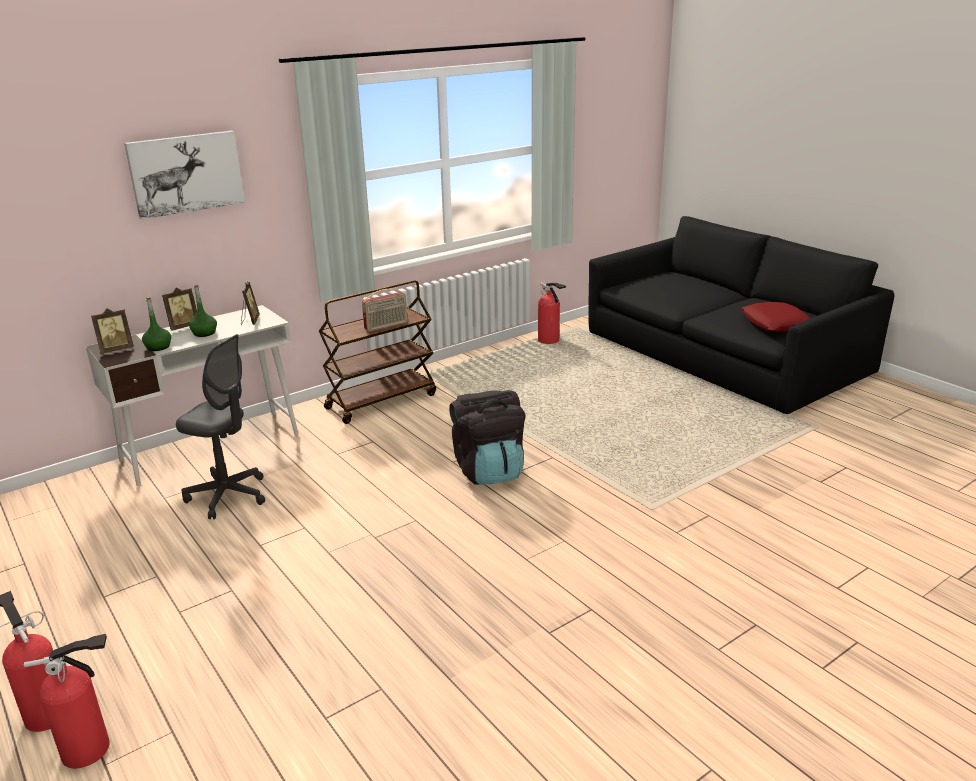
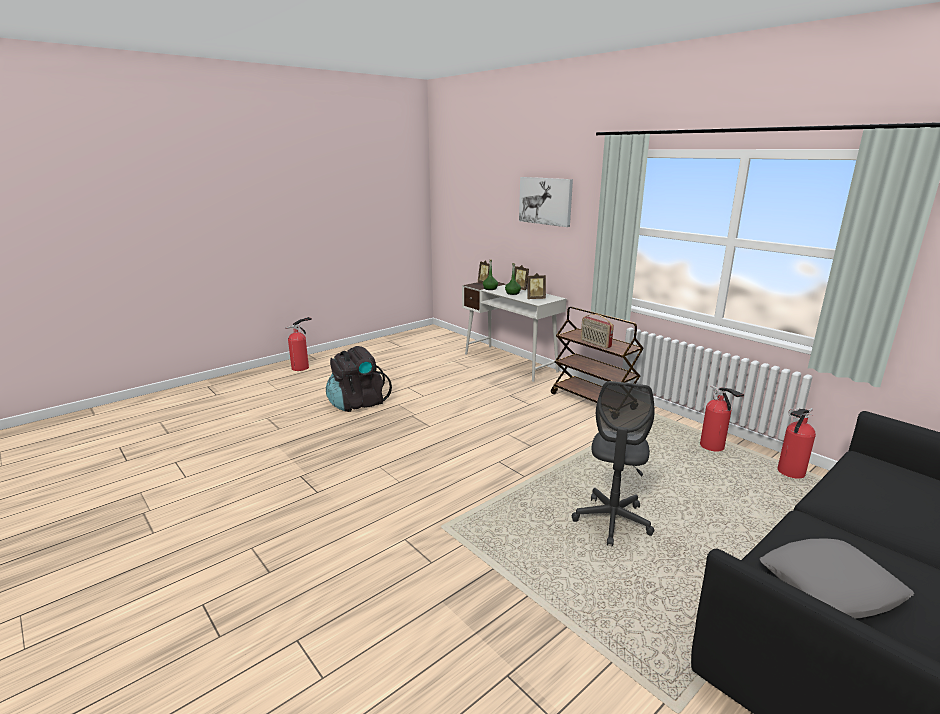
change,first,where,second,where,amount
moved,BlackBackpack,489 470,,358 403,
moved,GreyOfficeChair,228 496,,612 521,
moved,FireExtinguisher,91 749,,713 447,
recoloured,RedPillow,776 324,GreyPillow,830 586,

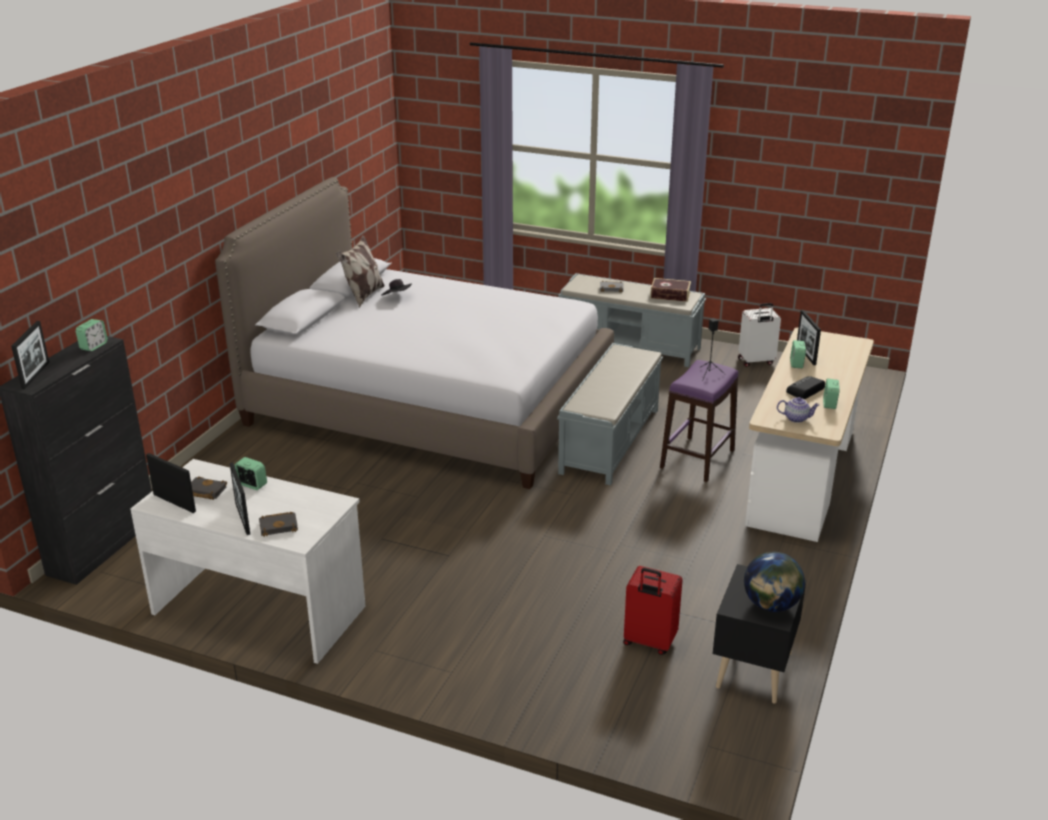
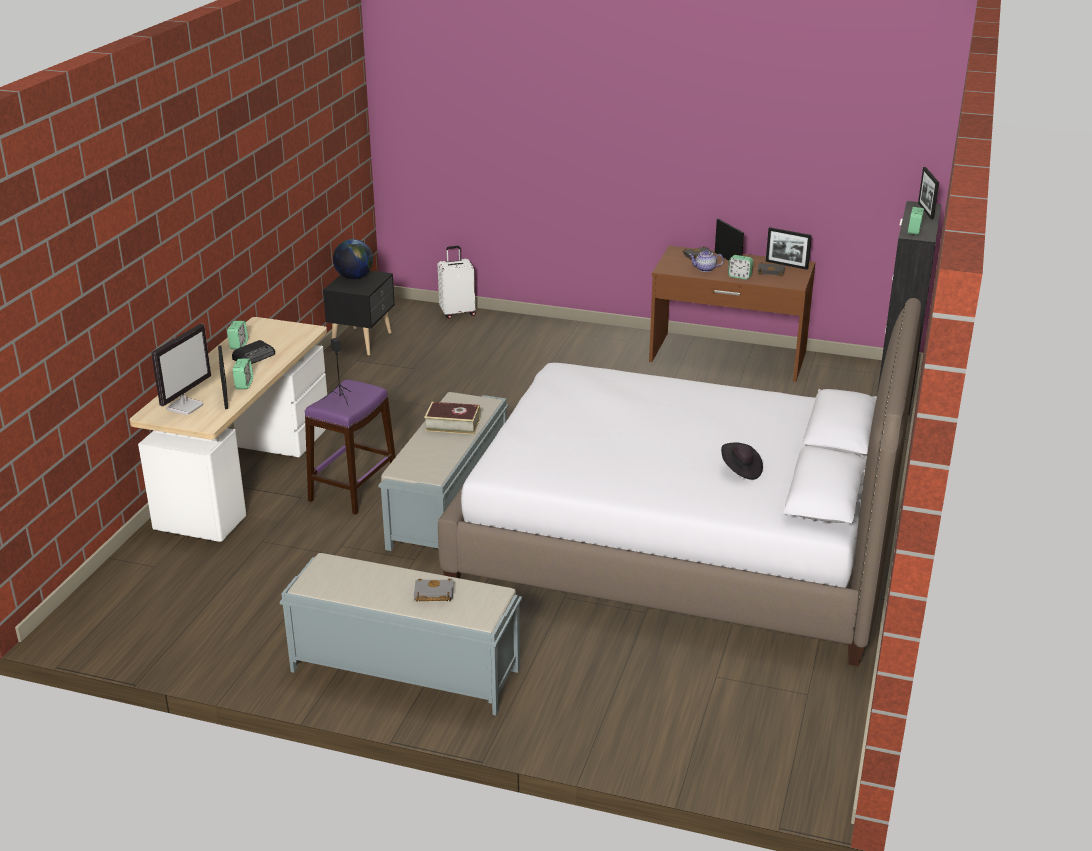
change,first,where,second,where,amount
added,,,Monitor,185 406,
moved,Book,670 295,,453 424,
moved,WhiteSuitcase,756 361,,457 313,
recoloured,WhiteDesk,260 609,BrownDesk,727 357,
moved,Teapot,796 418,,705 269,
removed,Pillow,363 296,,,
removed,RedSuitcase,649 642,,,

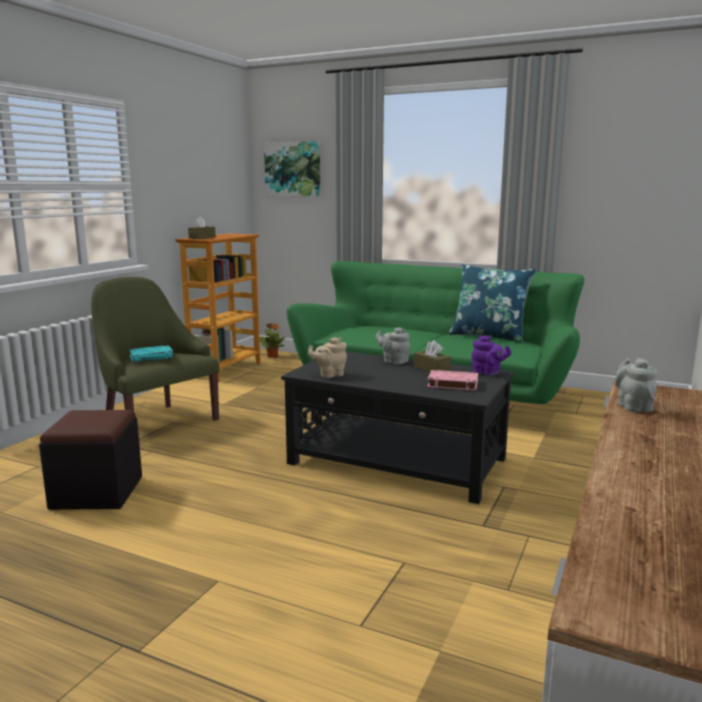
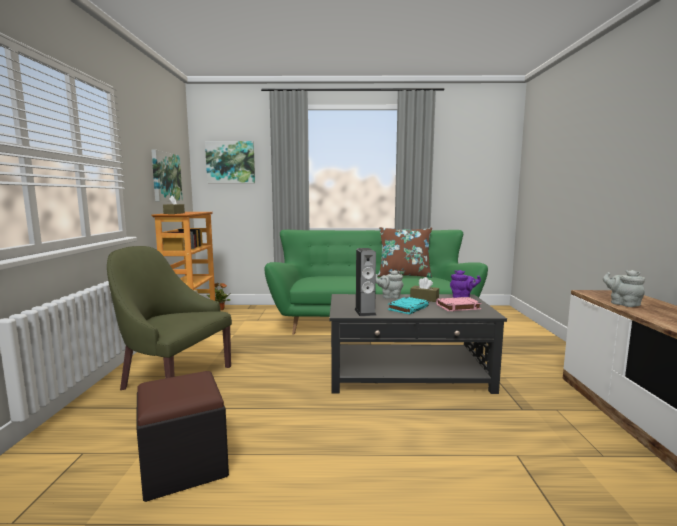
change,first,where,second,where,amount
added,,,Picture,165 177,
replaced,BeigeTeapot,329 375,Speaker,365 312,
recoloured,BluePillow,489 336,BrownPillow,404 275,
moved,TurquoiseBook,152 357,,408 308,

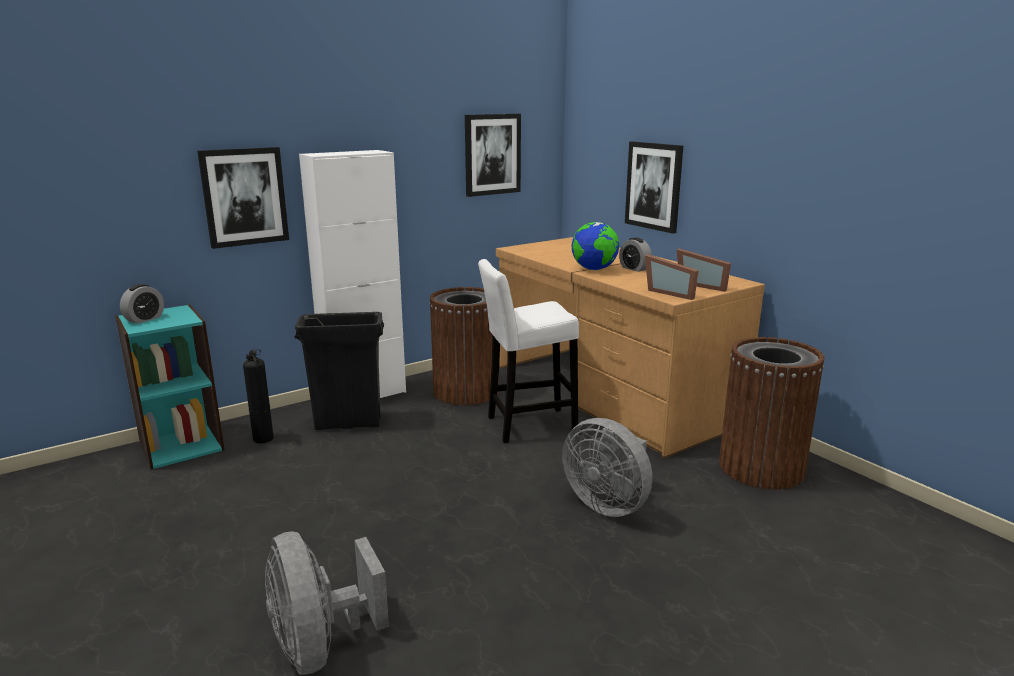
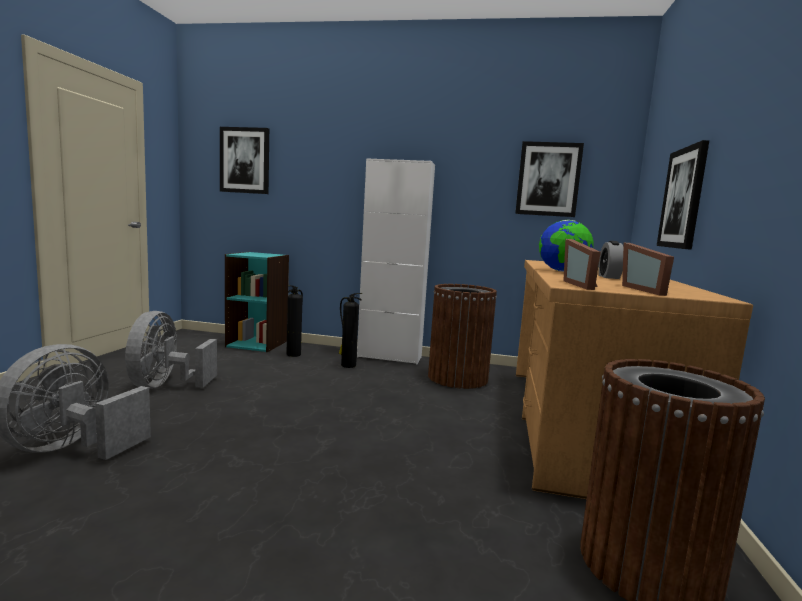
change,first,where,second,where,amount
moved,GreyFan,608 504,,165 386,
moved,Picture,244 197,,245 160,
replaced,BlackTrashCan,349 424,FireExtinguisher,347 365,
removed,AlarmClock,144 319,,,
removed,WhiteStool,526 425,,,

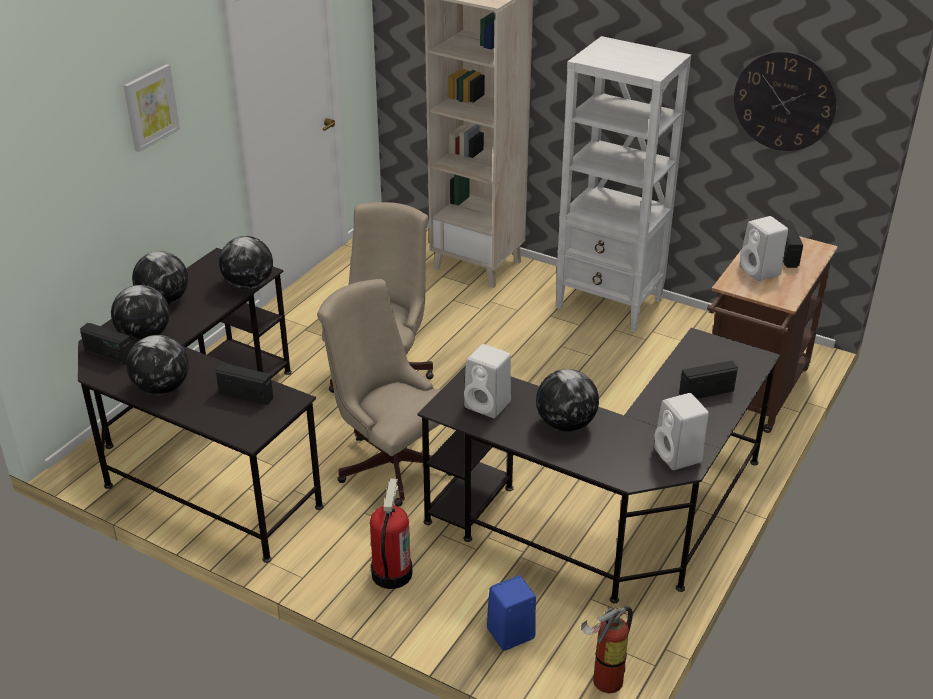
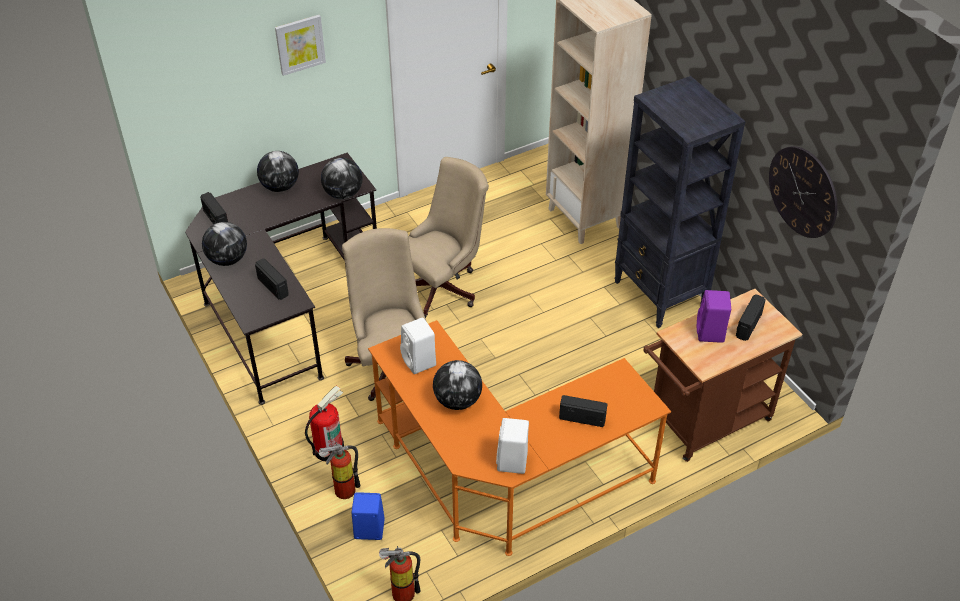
change,first,where,second,where,amount
added,,,FireExtinguisher,341 489,
recoloured,BlackDesk,609 518,OrangeDesk,505 476,
recoloured,WhiteBookcase,610 304,BlackBookcase,660 295,
recoloured,WhiteSpeaker,761 272,PurpleSpeaker,710 333,
removed,Globe,144 336,,,

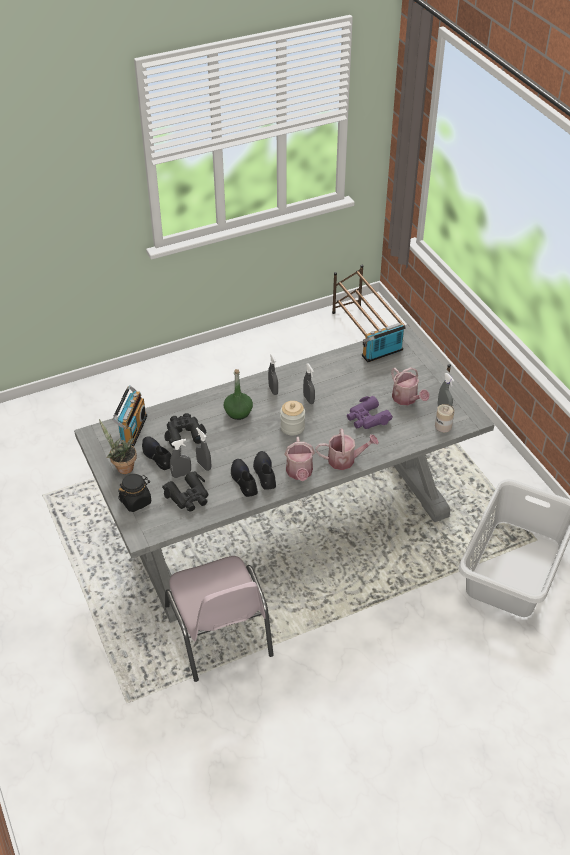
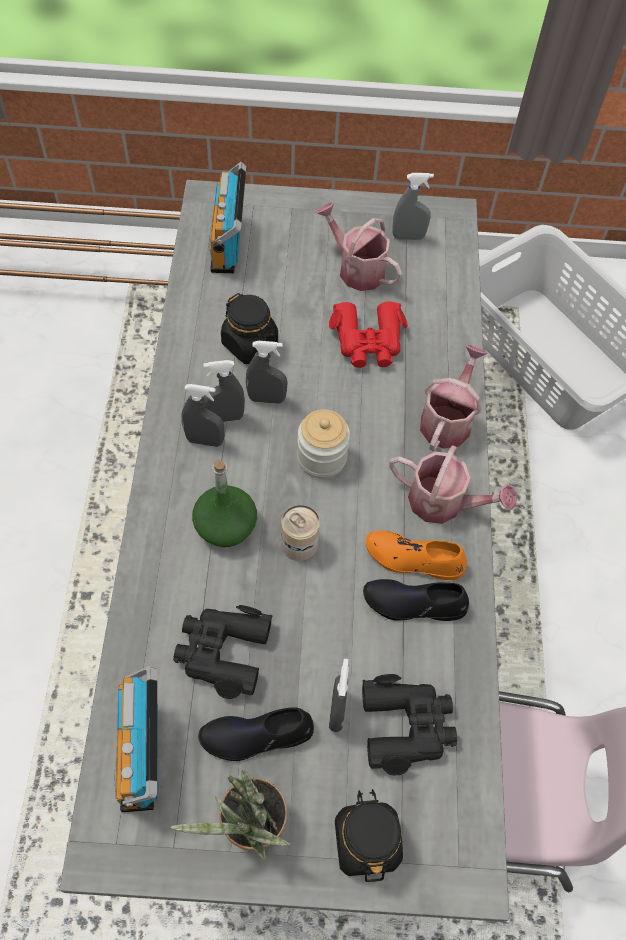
change,first,where,second,where,amount
turned,Radio,132 429,,144 753,135 degrees counterclockwise
moved,GreySprayBottle,204 465,,225 417,
added,,,BlackJar,250 344,
moved,Can,443 426,,299 544,
turned,WateringCan,407 399,,356 269,135 degrees counterclockwise
recoloured,PurpleBinoculars,367 418,RedBinoculars,368 341,
recoloured,BlackShoe,264 473,OrangeShoe,414 559,

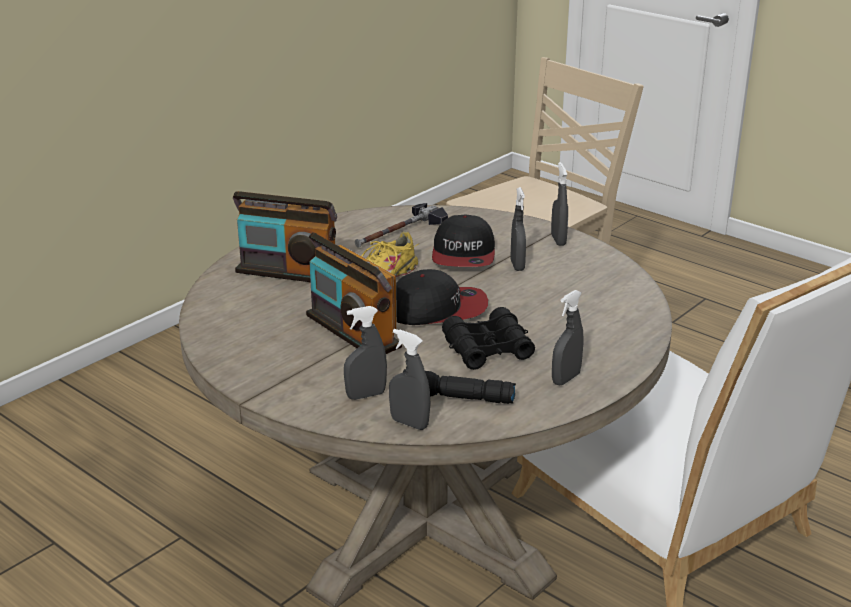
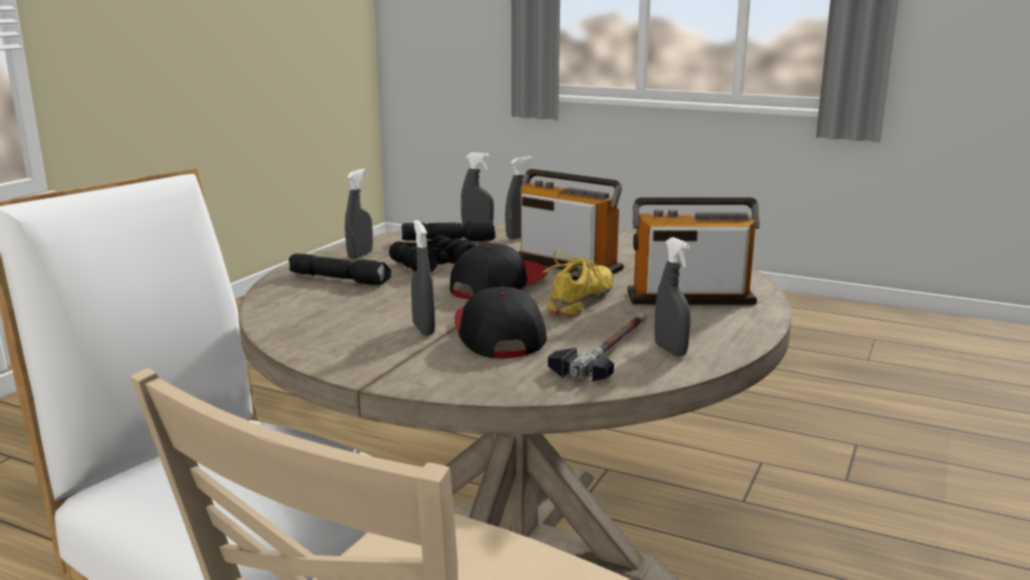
change,first,where,second,where,amount
added,,,BlackFlashlight,340 279,
turned,Cap,437 309,,497 284,150 degrees clockwise
moved,GreySprayBottle,558 240,,670 350,

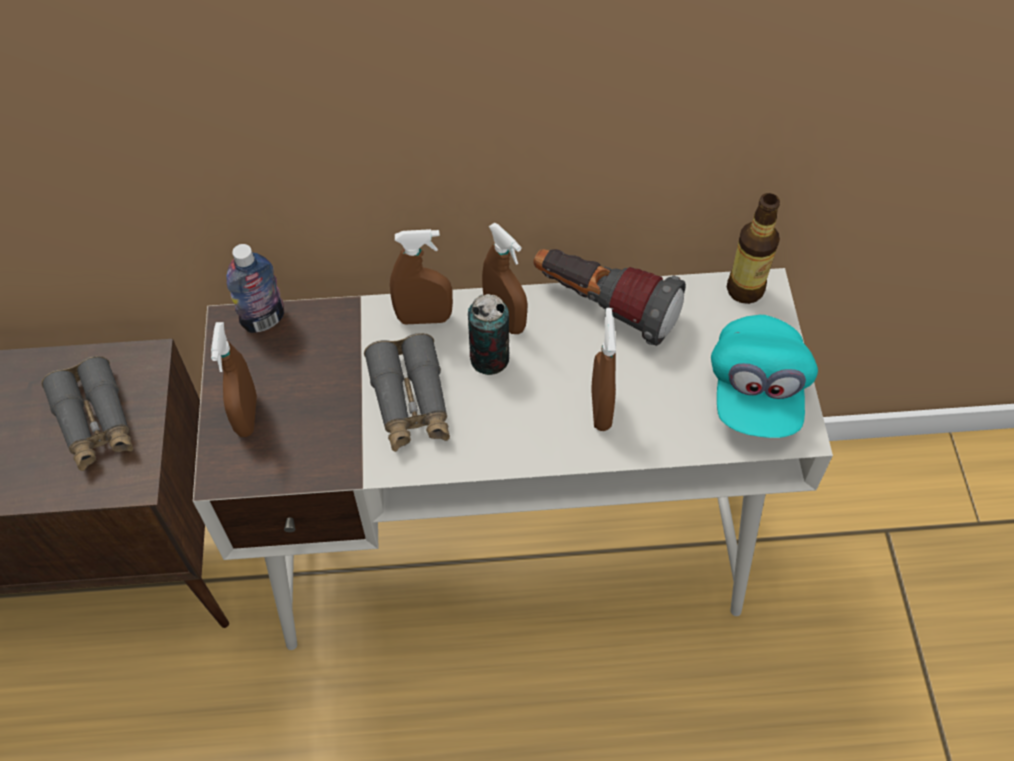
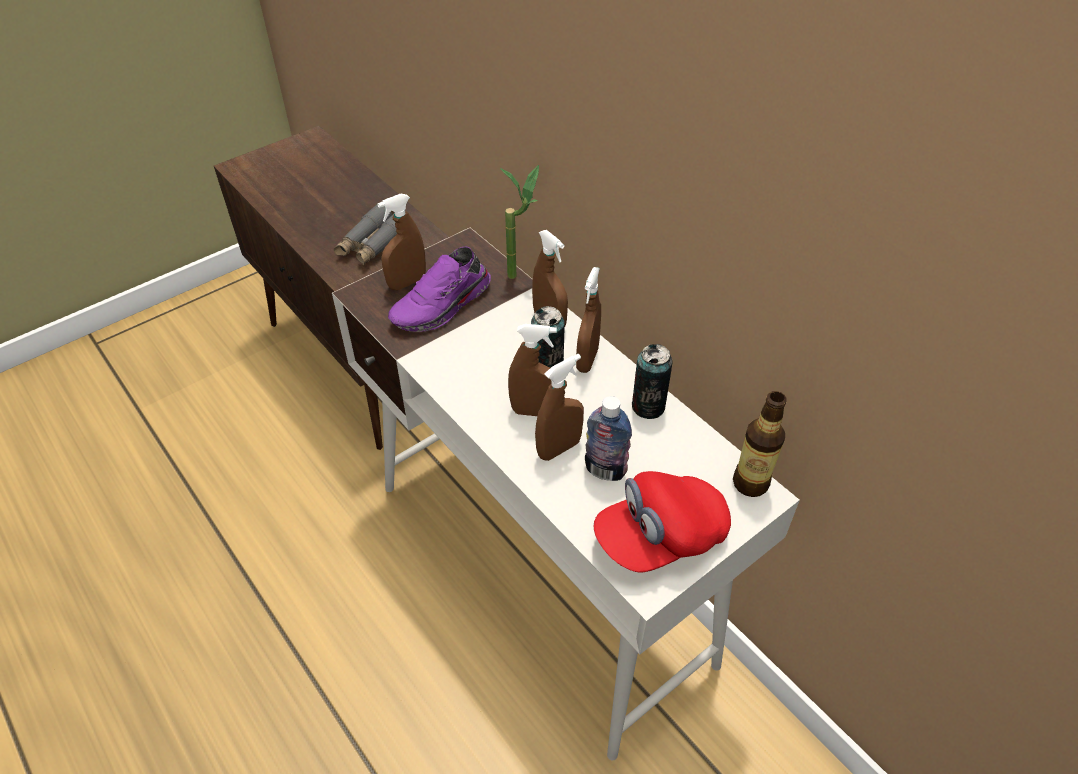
change,first,where,second,where,amount
added,,,PurpleShoe,443 306,
added,,,PottedPlant,521 274,
added,,,BrownSprayBottle,535 412,
moved,Bottle,264 320,,605 470,
recoloured,TurquoiseCap,756 391,RedCap,660 537,
replaced,Flashlight,603 307,Can,648 406,
removed,GreyBinoculars,410 402,,,

